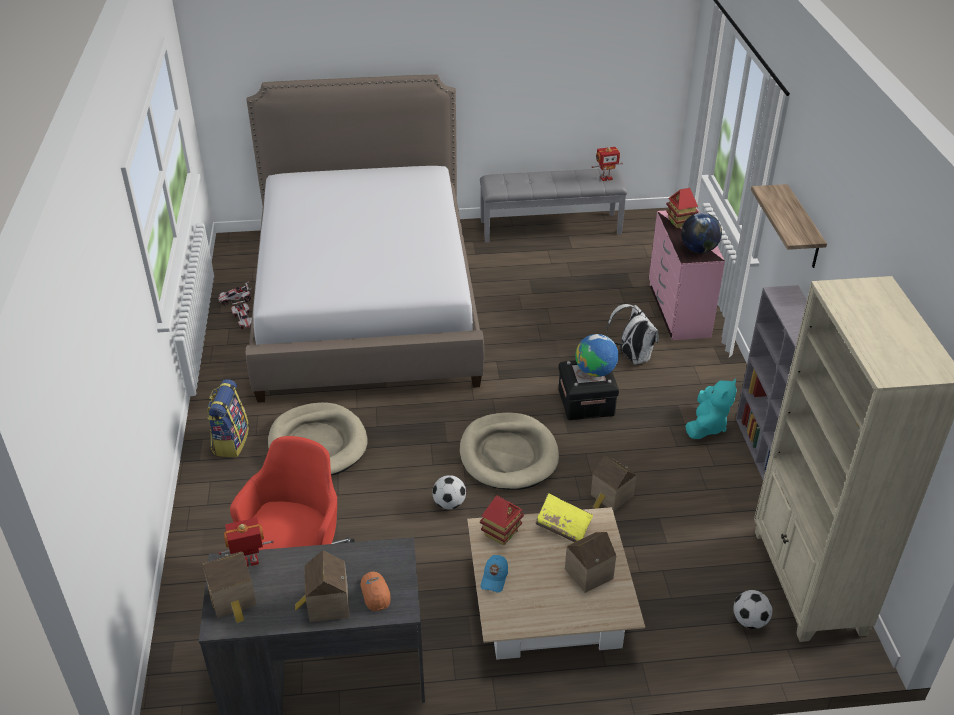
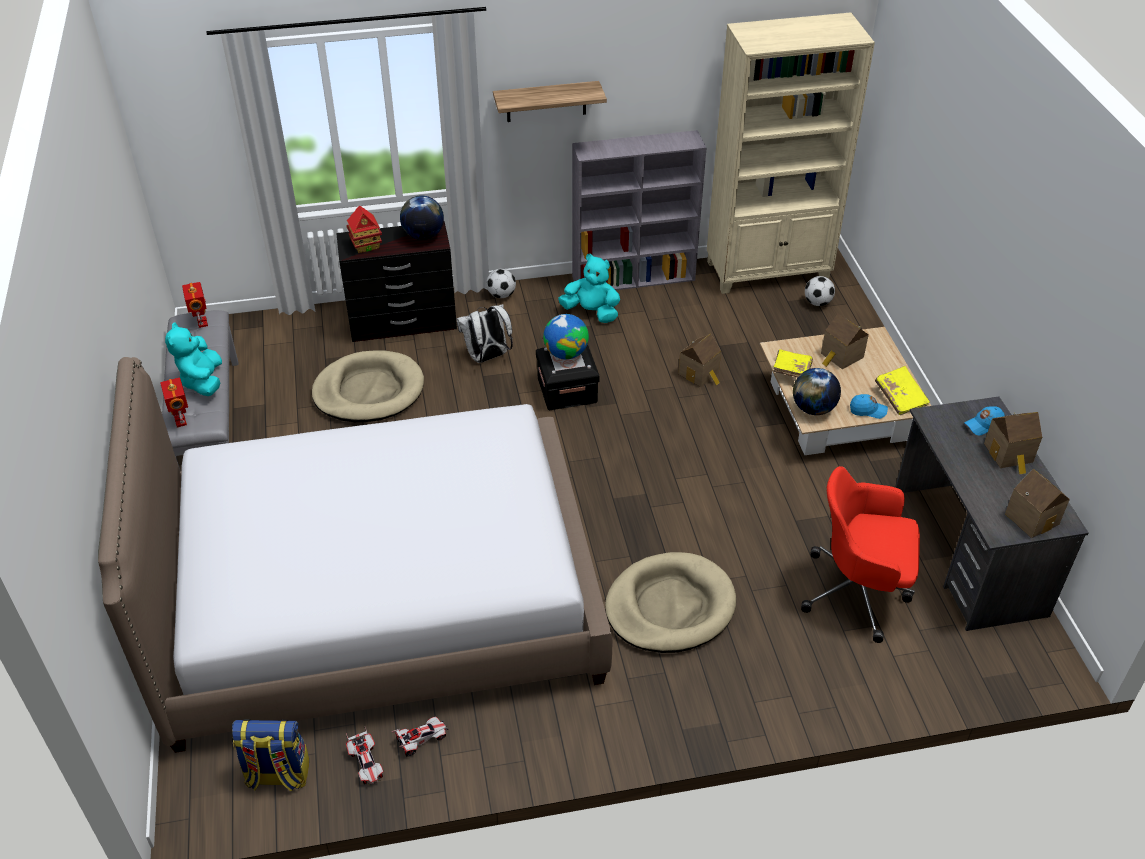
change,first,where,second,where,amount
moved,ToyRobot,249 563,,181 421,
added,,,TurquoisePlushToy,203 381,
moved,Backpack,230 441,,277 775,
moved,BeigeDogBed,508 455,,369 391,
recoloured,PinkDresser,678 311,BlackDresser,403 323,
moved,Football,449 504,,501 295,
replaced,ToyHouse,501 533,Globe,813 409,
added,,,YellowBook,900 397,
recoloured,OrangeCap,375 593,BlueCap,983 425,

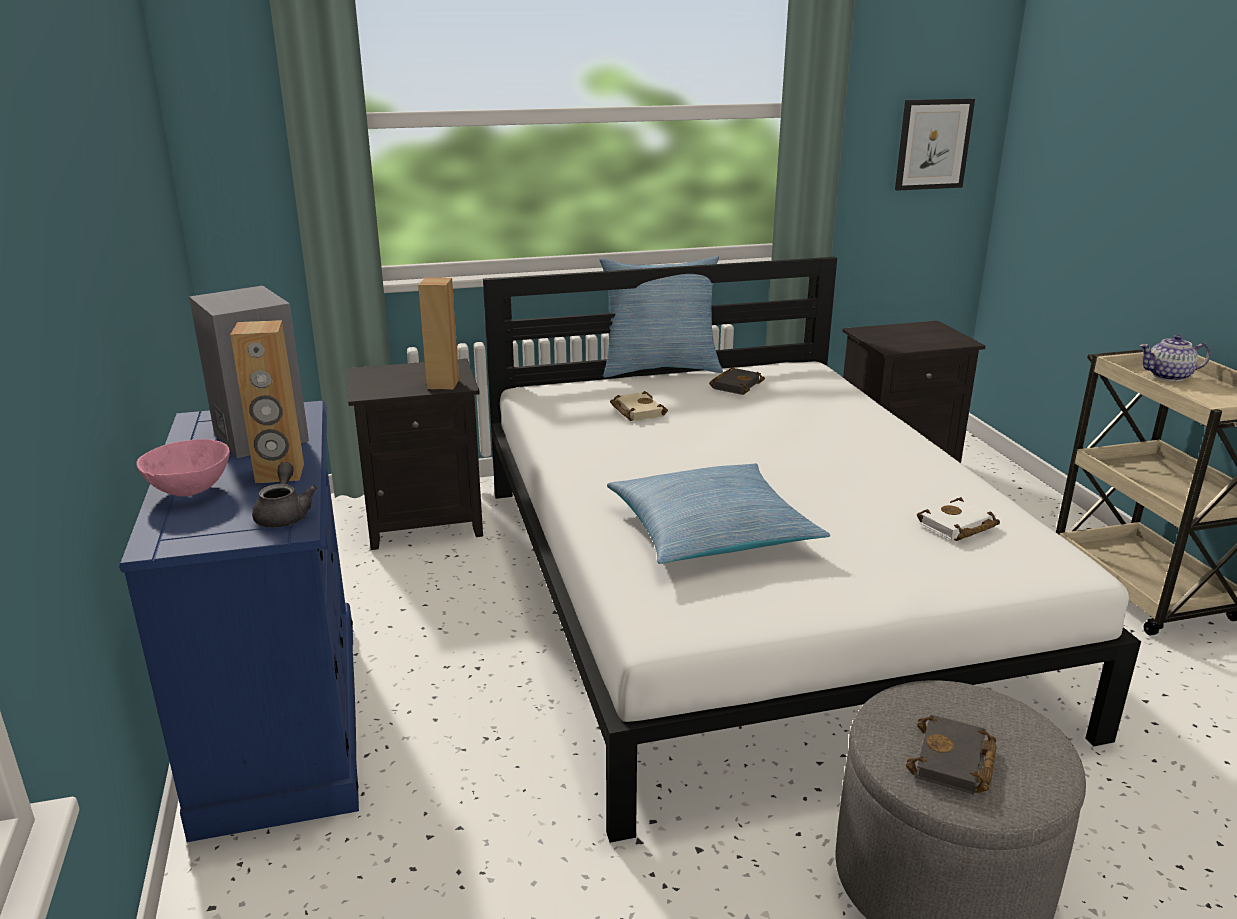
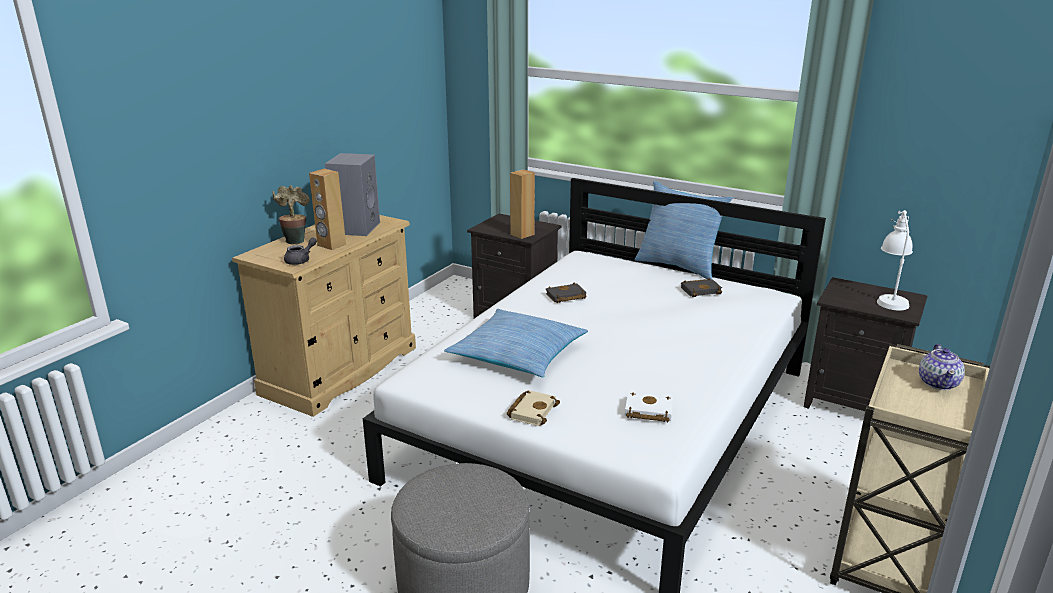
change,first,where,second,where,amount
recoloured,BlueDresser,283 718,BeigeDresser,341 370,
replaced,PinkBowl,190 491,PottedPlant,295 240,
moved,BeigeBook,635 411,,532 410,
moved,BlackBook,954 763,,565 297,
added,,,WhiteTableLamp,889 298,
turned,Teapot,1169 376,,938 383,120 degrees counterclockwise
removed,Picture,933 144,,,

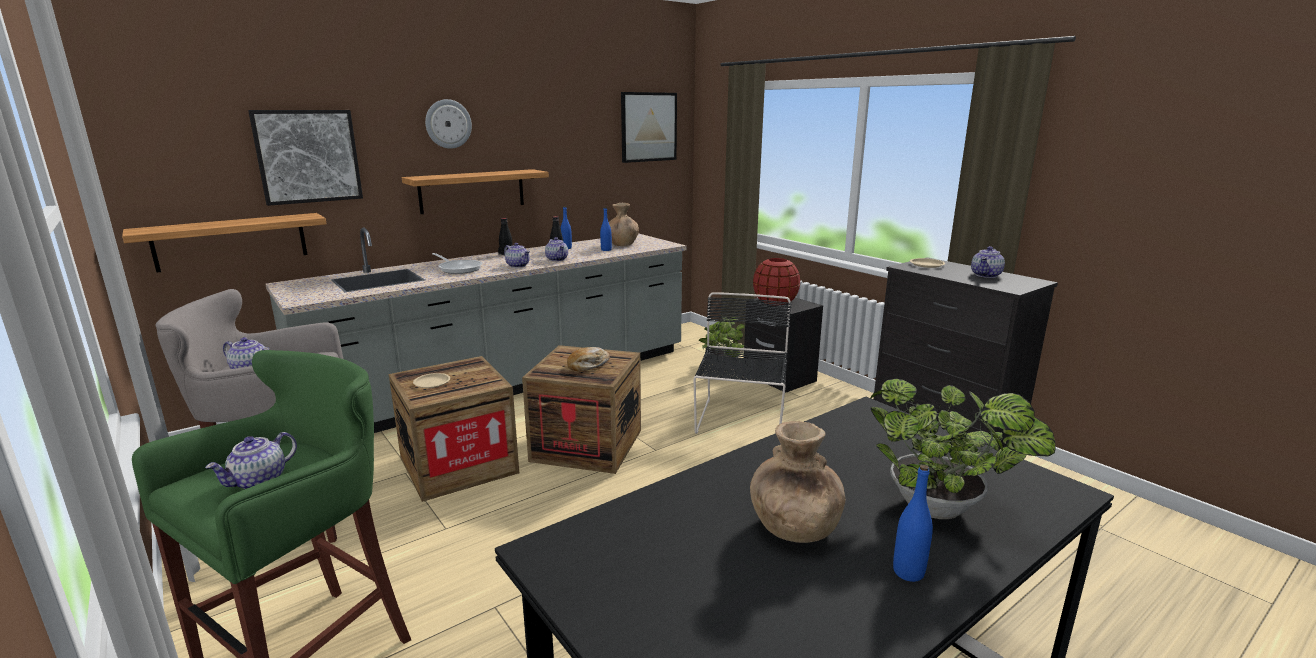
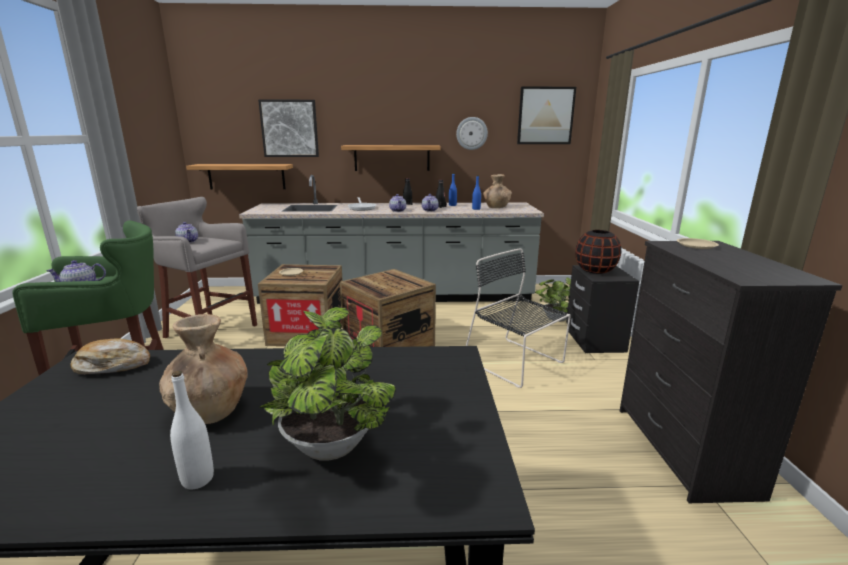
change,first,where,second,where,amount
moved,Bread,588 365,,113 365,
recoloured,BlueBottle,908 572,WhiteBottle,197 479,
moved,WallClock,448 124,,471 133,
turned,BlackChair,740 421,,515 363,90 degrees counterclockwise
recoloured,RedVase,775 302,BlackVase,595 271,
removed,Teapot,986 275,,,

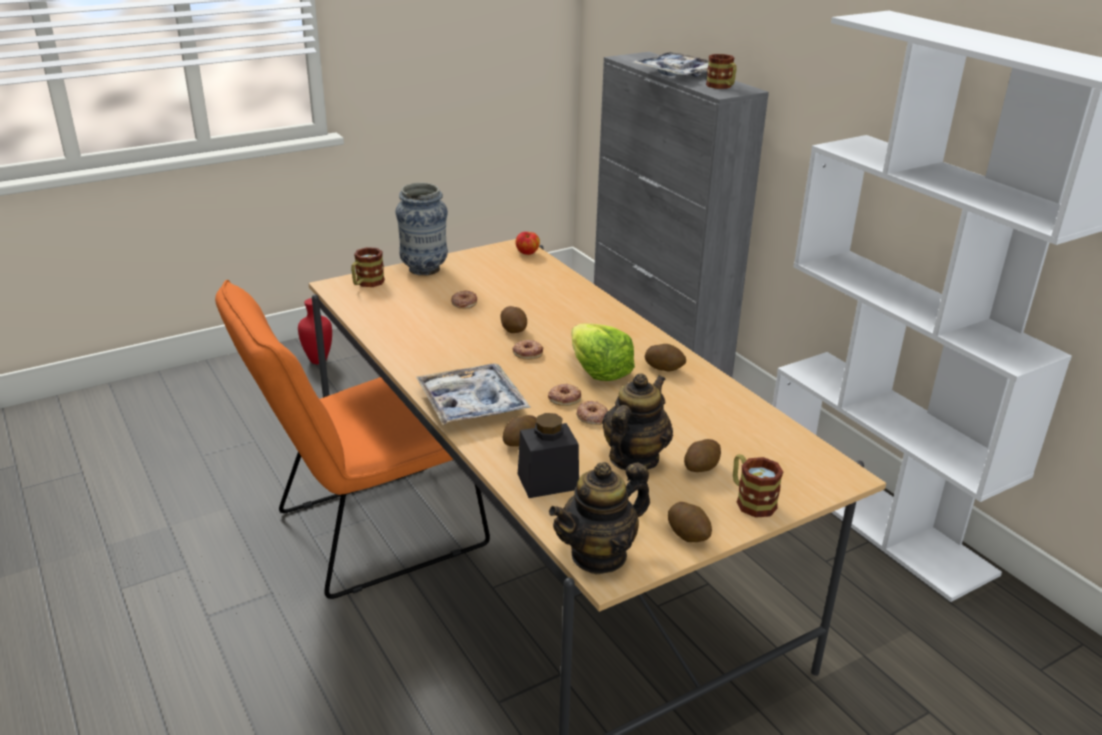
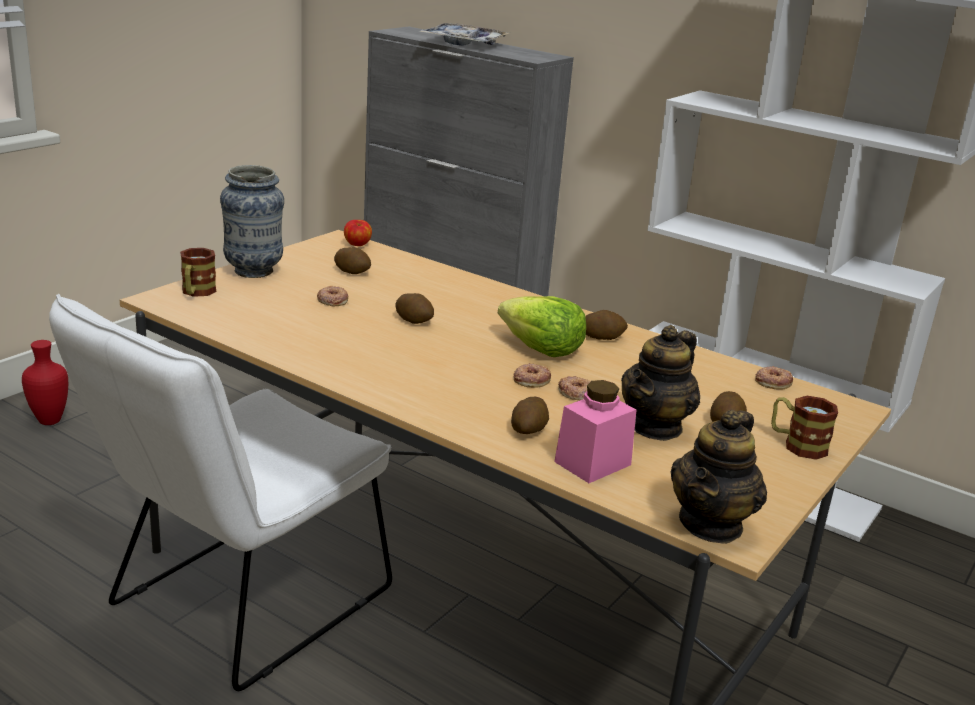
change,first,where,second,where,amount
recoloured,OrangeChair,367 533,WhiteChair,238 605,
moved,Potato,688 534,,352 272,
recoloured,BlackJar,548 481,PinkJar,592 463,
turned,Teapot,633 459,,655 426,150 degrees counterclockwise
moved,Donut,528 352,,773 382,
removed,Tray,472 404,,,
removed,Mug,721 87,,,

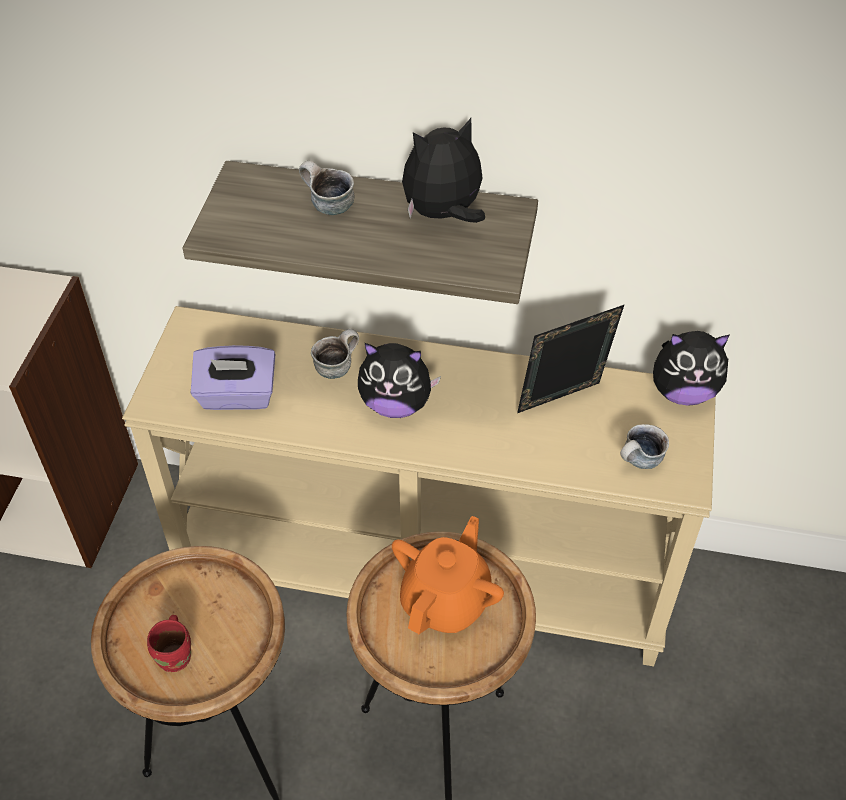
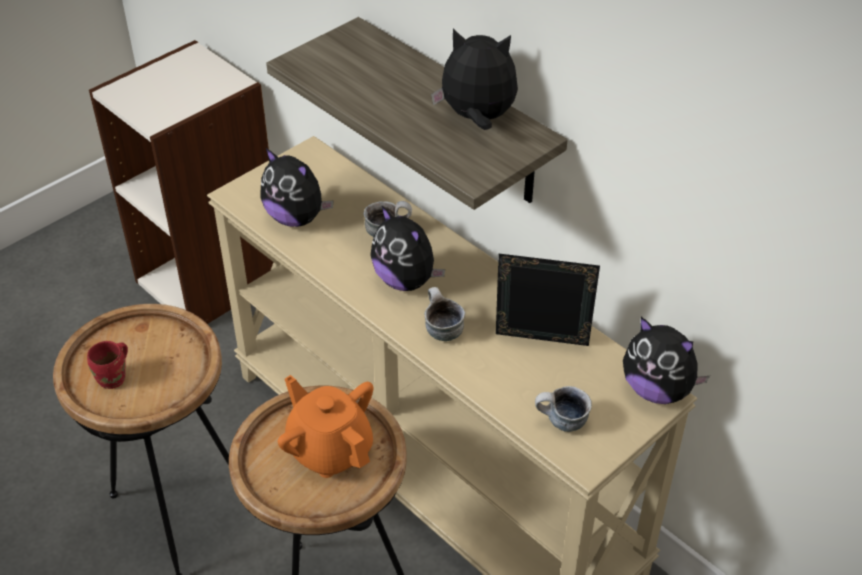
change,first,where,second,where,amount
replaced,PurpleTissueBox,237 396,PlushToy,296 217,
turned,OrangeTeapot,446 601,,330 449,105 degrees counterclockwise
moved,Mug,327 206,,440 329,

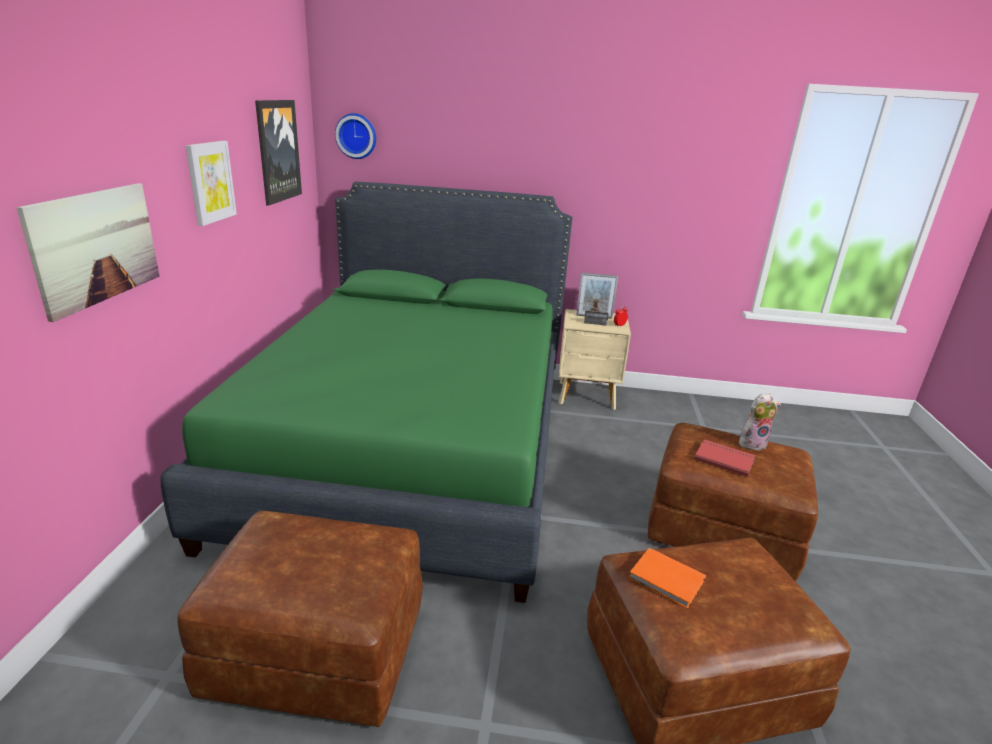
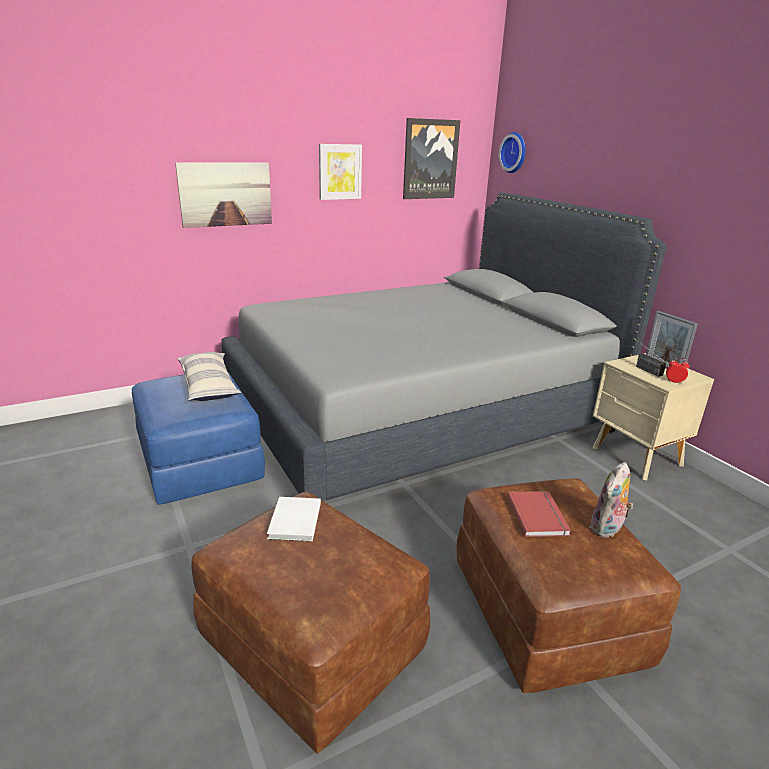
change,first,where,second,where,amount
recoloured,BrownOttoman,319 650,BlueOttoman,201 464,
added,,,Pillow,208 386,
recoloured,GreenBed,413 447,GreyBed,418 414,
recoloured,OrangeBook,668 581,WhiteBook,293 522,
turned,PlushToy,752 443,,607 529,90 degrees clockwise

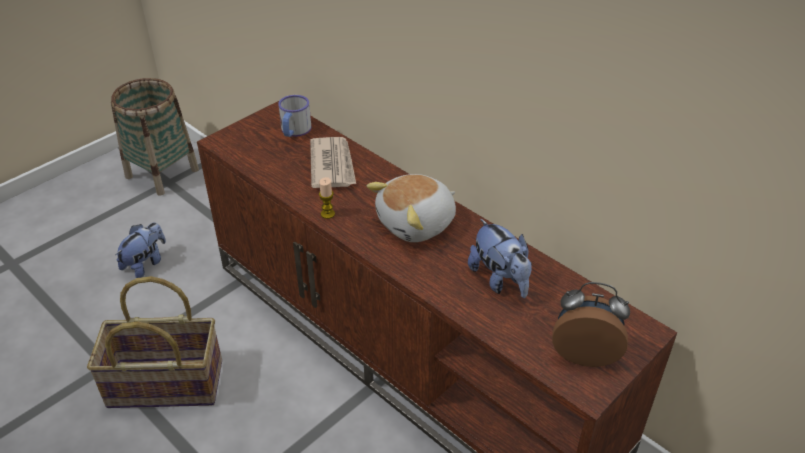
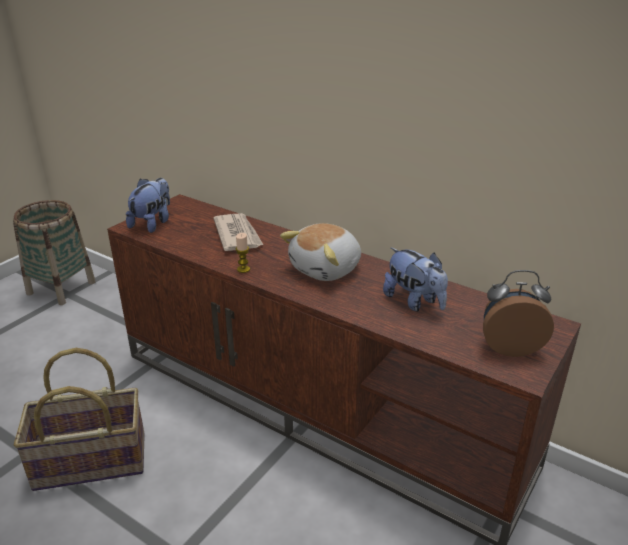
change,first,where,second,where,amount
moved,PlushToy,145 263,,153 223,
removed,Mug,294 131,,,

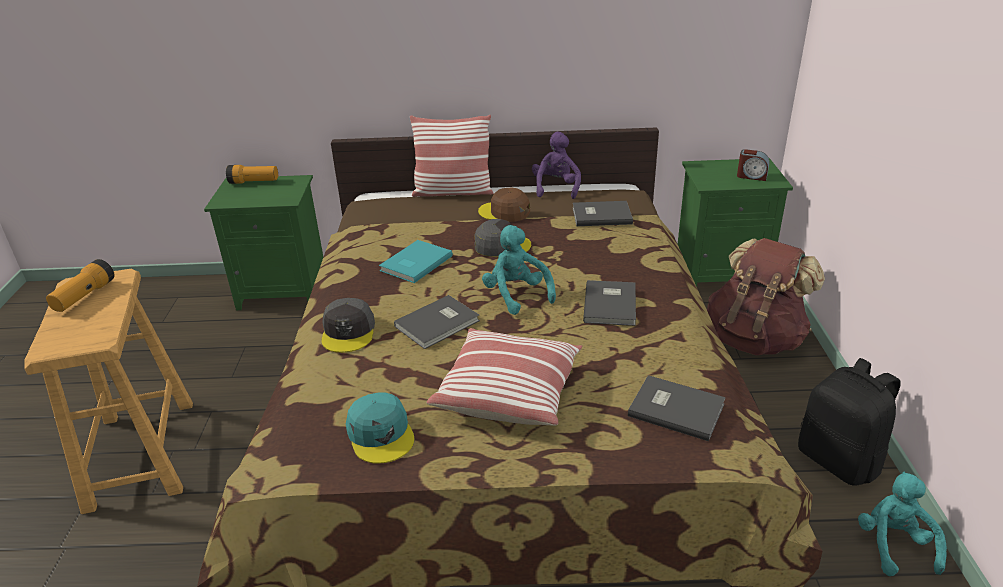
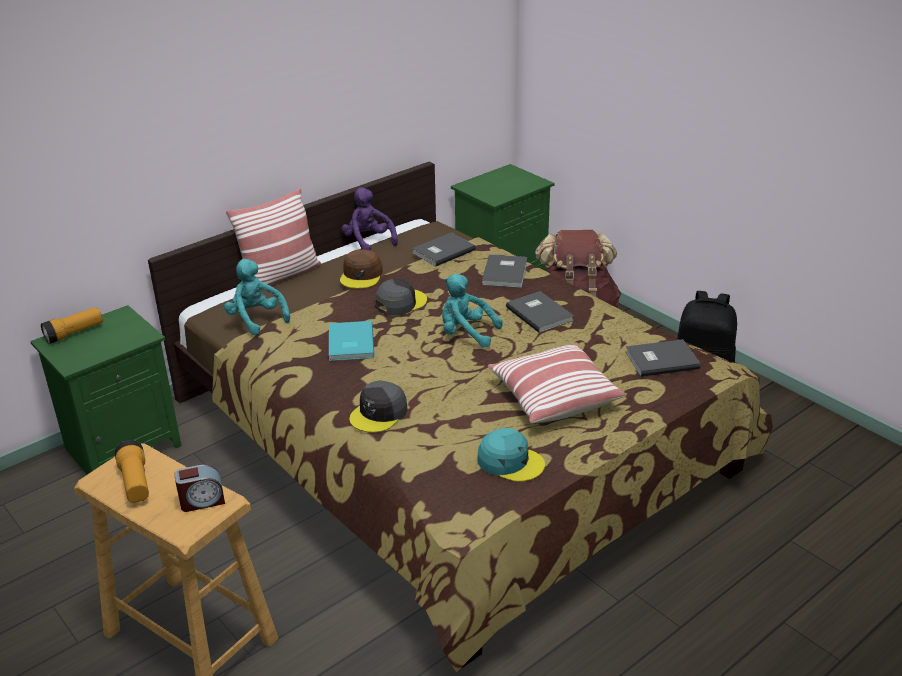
change,first,where,second,where,amount
moved,AlarmClock,751 176,,202 501,
moved,TurquoisePlushToy,894 545,,256 319,
turned,BrownCap,504 212,,361 275,60 degrees counterclockwise
turned,GreyCap,349 332,,379 413,75 degrees clockwise
moved,GreyBook,439 324,,506 273,

